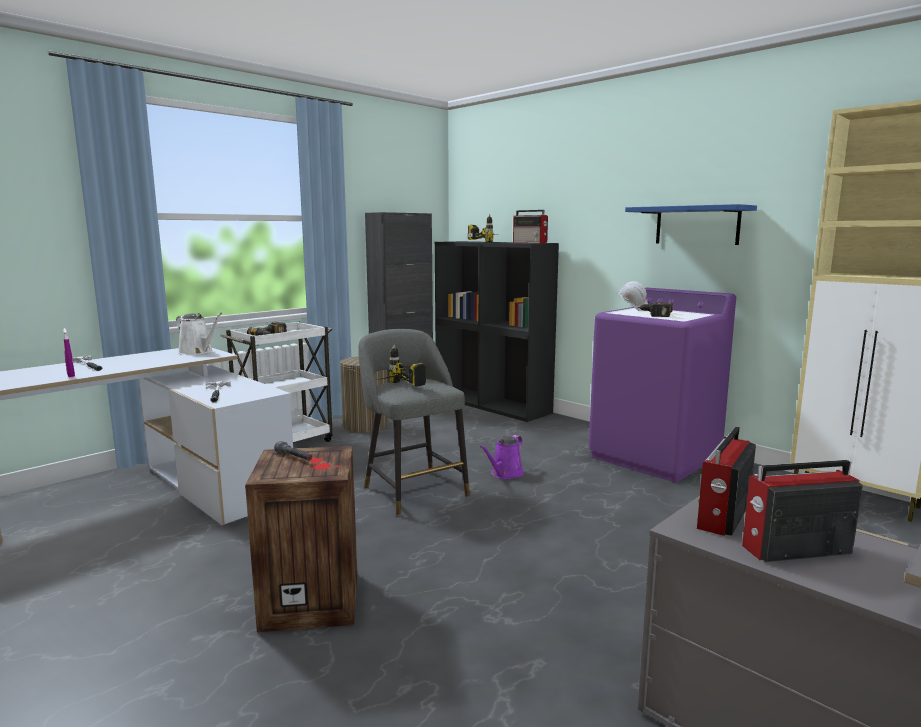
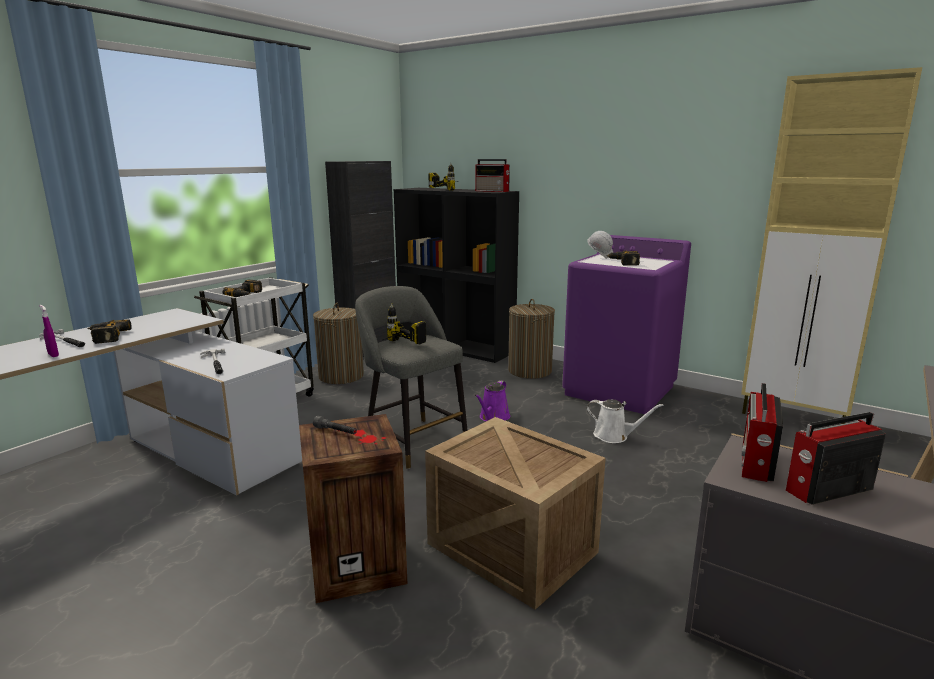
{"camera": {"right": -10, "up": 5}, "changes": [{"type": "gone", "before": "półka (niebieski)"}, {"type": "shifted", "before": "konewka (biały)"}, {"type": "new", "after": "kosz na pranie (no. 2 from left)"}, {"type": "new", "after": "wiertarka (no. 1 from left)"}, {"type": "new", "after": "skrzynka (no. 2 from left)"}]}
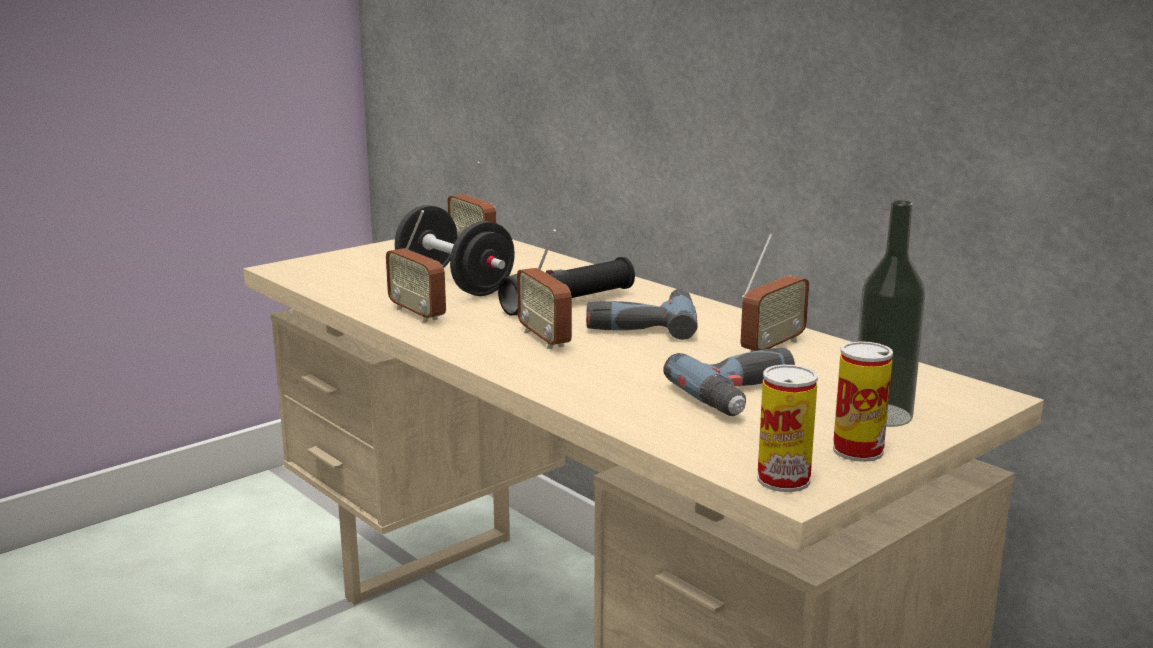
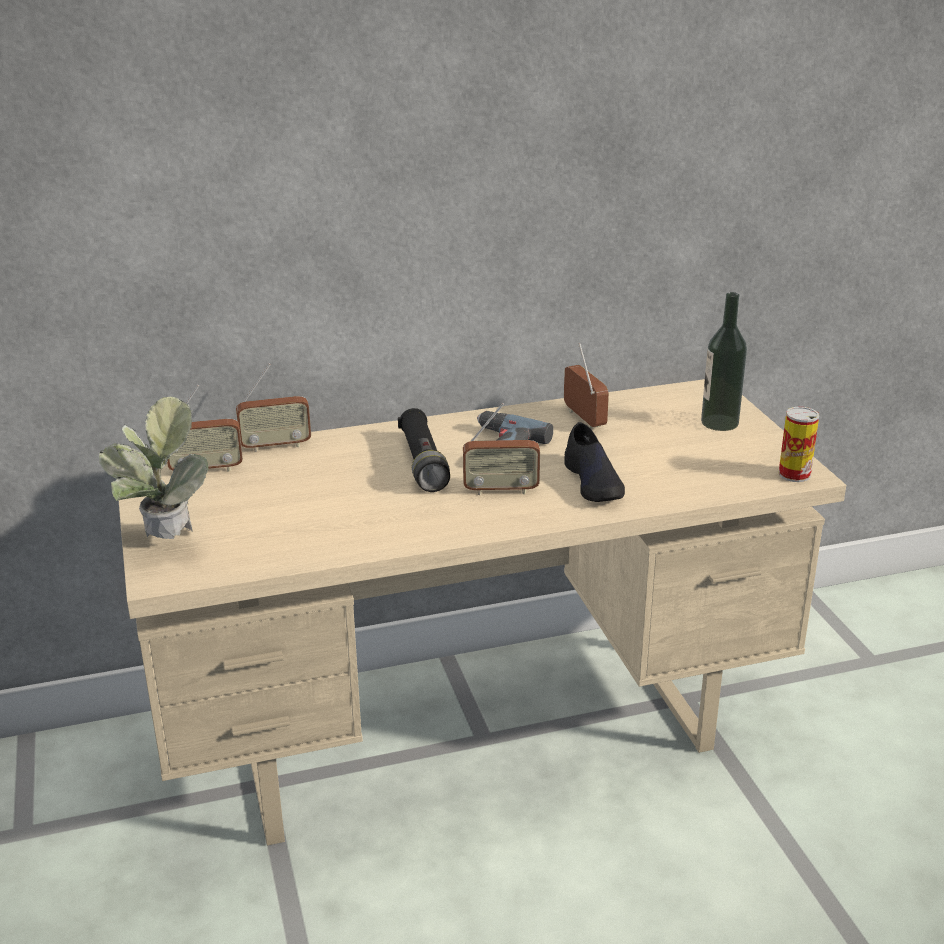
{"camera": {"right": -65, "up": 10}, "changes": [{"type": "gone", "before": "hantel (czarny)"}, {"type": "shifted", "before": "radio (no. 1 from left in the first image)", "after": "radio (no. 2 from left)"}, {"type": "gone", "before": "puszka (no. 2 from left)"}, {"type": "gone", "before": "wiertarka (no. 2 from left)"}, {"type": "new", "after": "roślina doniczkowa"}, {"type": "new", "after": "but (czarny)"}]}
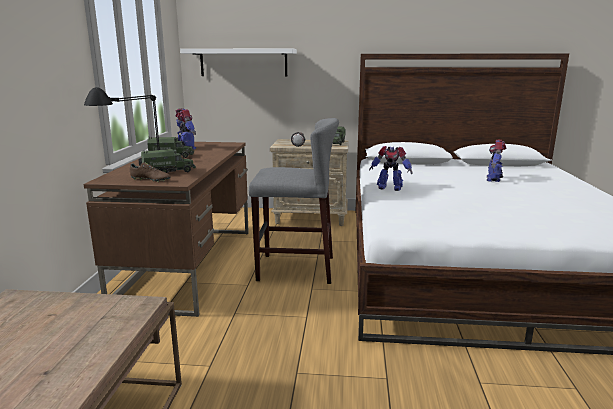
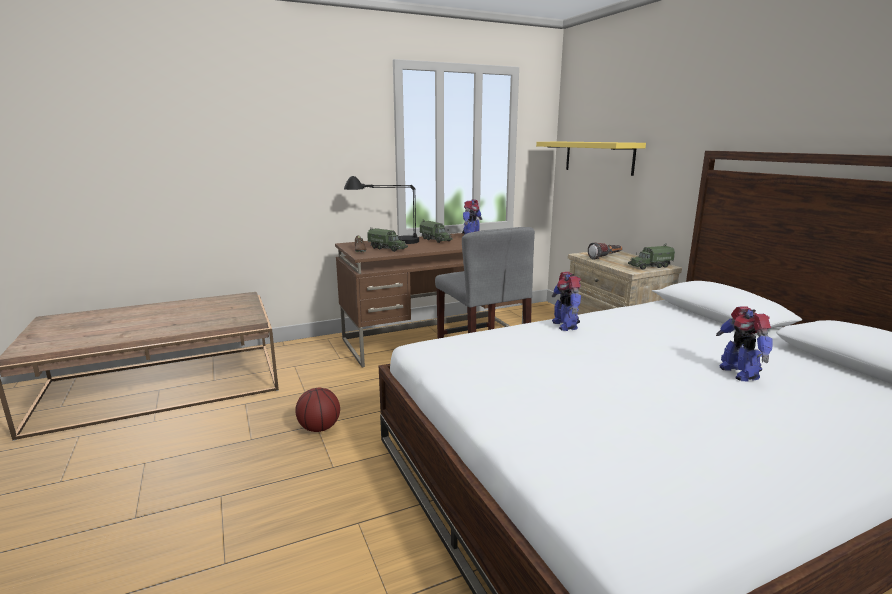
{"camera": {"right": 60, "up": 0}, "changes": [{"type": "repainted", "before": "półka (biały)", "after": "półka (żółty)"}, {"type": "rotated", "before": "robot zabawkowy (no. 3 from left)", "turn": -90}, {"type": "new", "after": "piłka do koszykówki"}]}
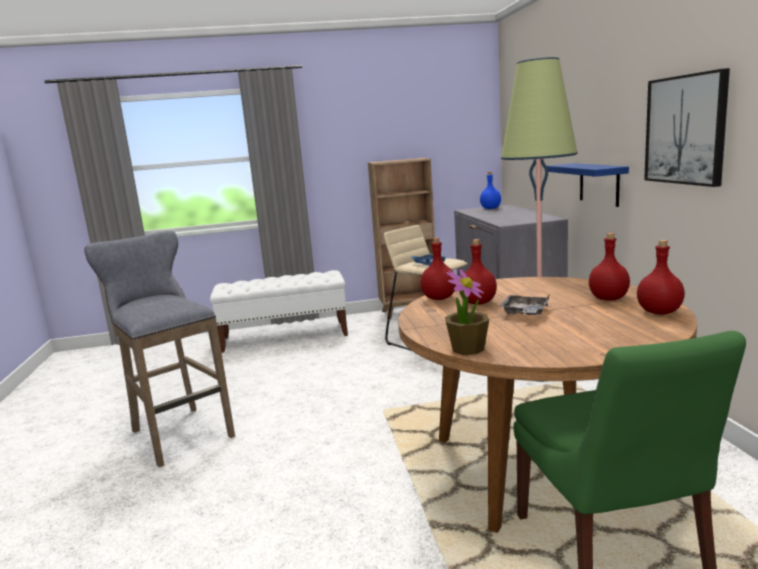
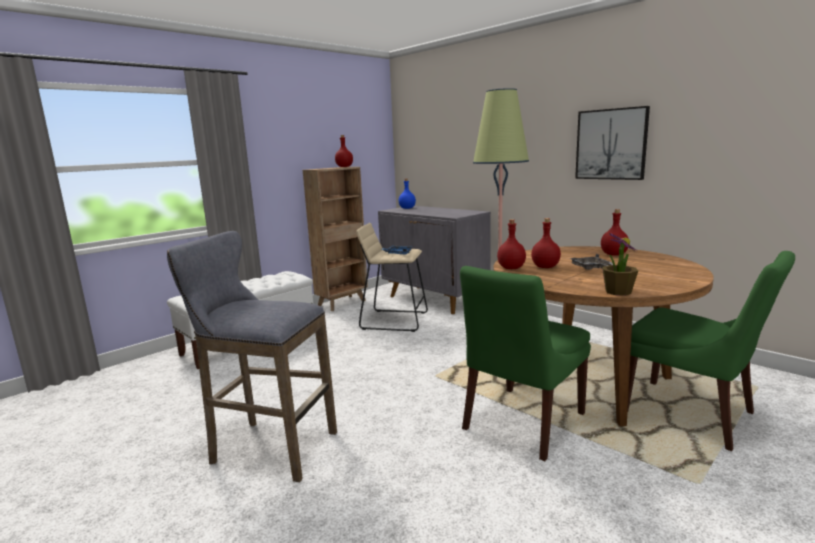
{"camera": {"right": -35, "up": 0}, "changes": [{"type": "gone", "before": "półka (niebieski)"}, {"type": "shifted", "before": "butelka (czerwony) (no. 4 from left in the first image)", "after": "butelka (czerwony) (no. 1 from left)"}, {"type": "new", "after": "krzesło (zielony) (no. 1 from left)"}]}
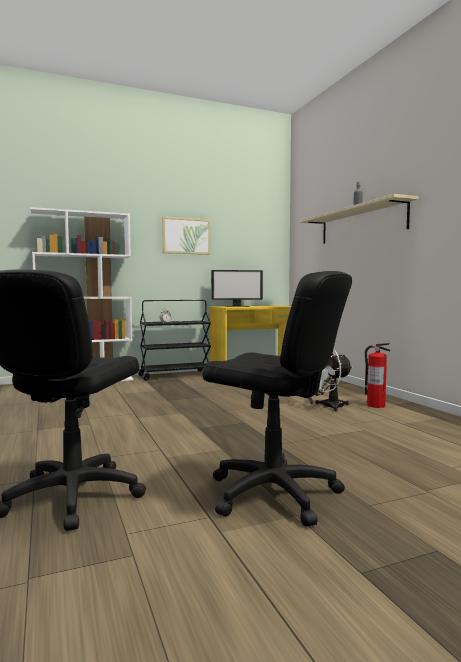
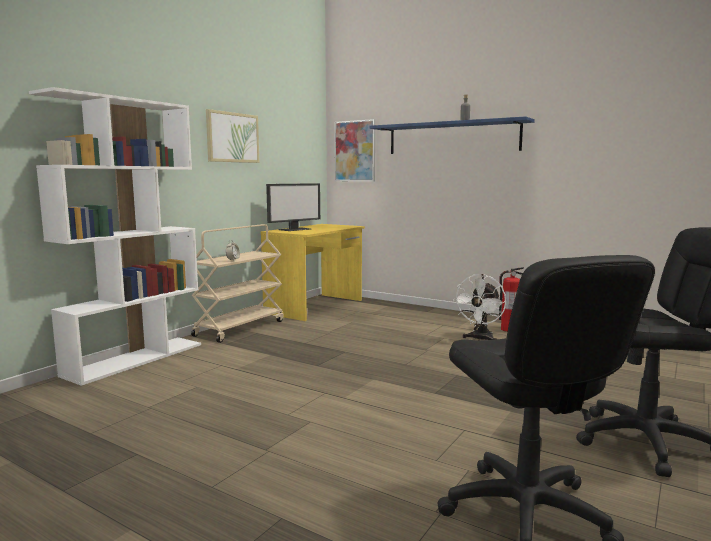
{"camera": {"right": -35, "up": 5}, "changes": [{"type": "repainted", "before": "półka (beżowy)", "after": "półka (niebieski)"}, {"type": "repainted", "before": "wózek (czarny)", "after": "wózek (beżowy)"}, {"type": "new", "after": "obraz (no. 2 from left)"}]}
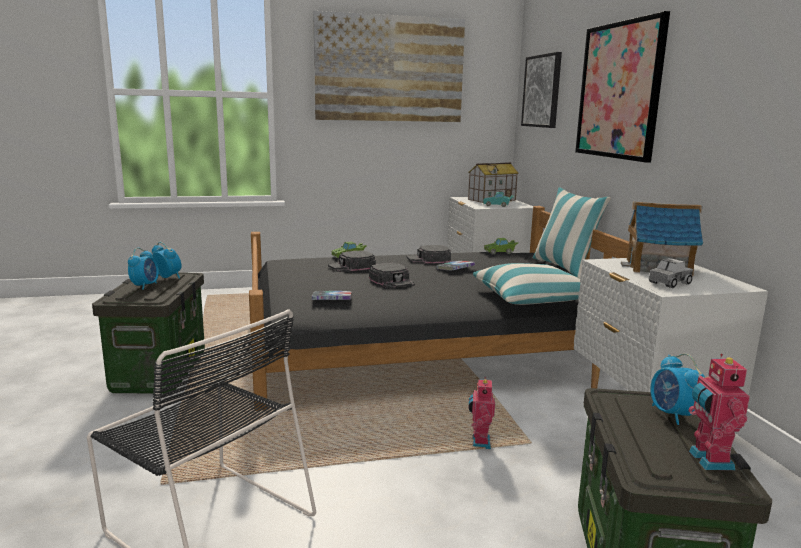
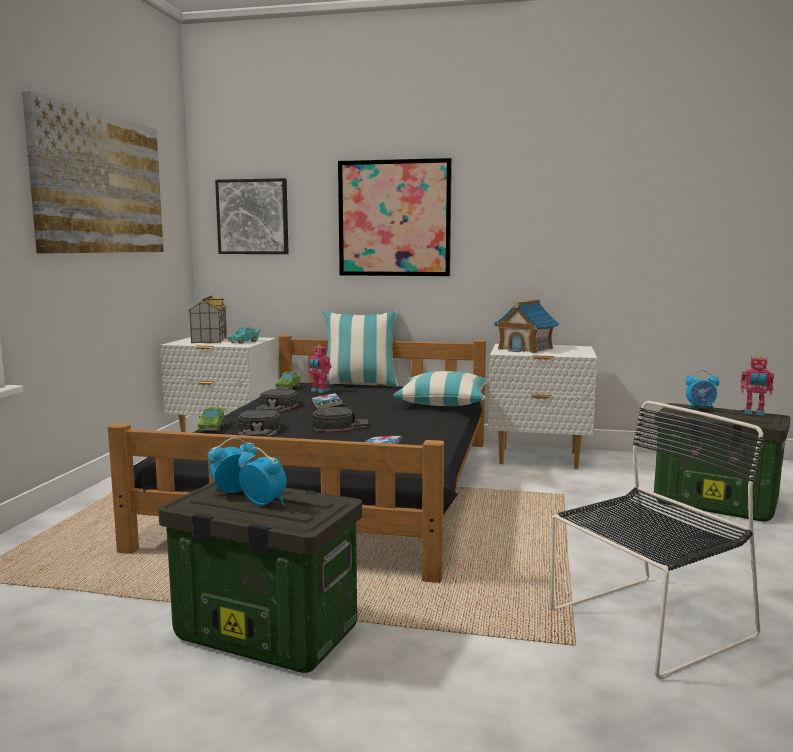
{"camera": {"right": -65, "up": -5}, "changes": [{"type": "gone", "before": "ciężarówka zabawkowa"}, {"type": "shifted", "before": "robot zabawkowy (no. 1 from left)"}]}
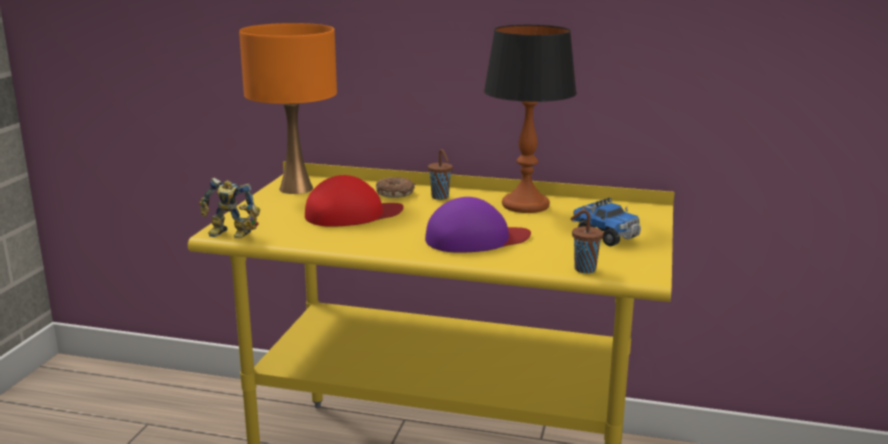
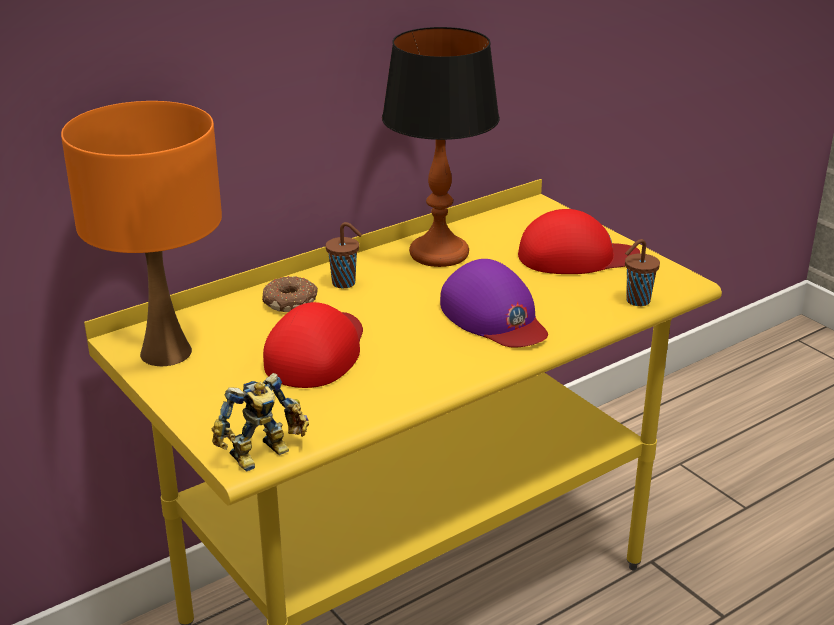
{"camera": {"right": -50, "up": 10}, "changes": [{"type": "rotated", "before": "czapka z daszkiem (fioletowy)", "turn": 120}, {"type": "swapped", "before": "ciężarówka zabawkowa", "after": "czapka z daszkiem (czerwony) (no. 2 from left)"}]}
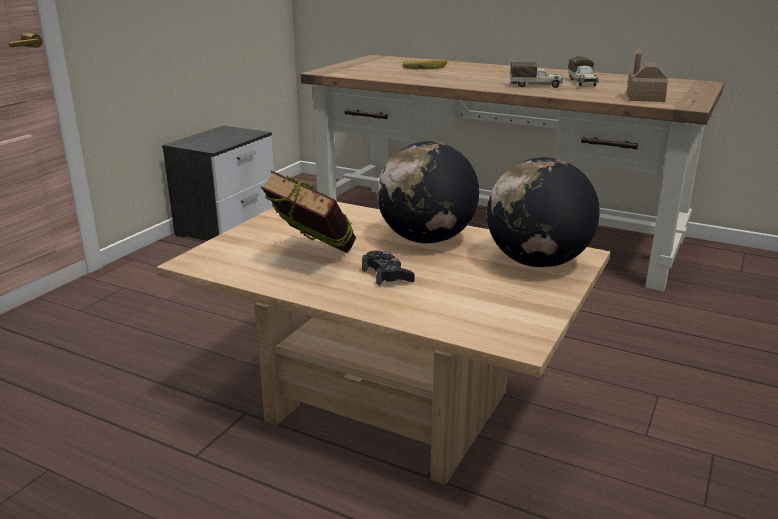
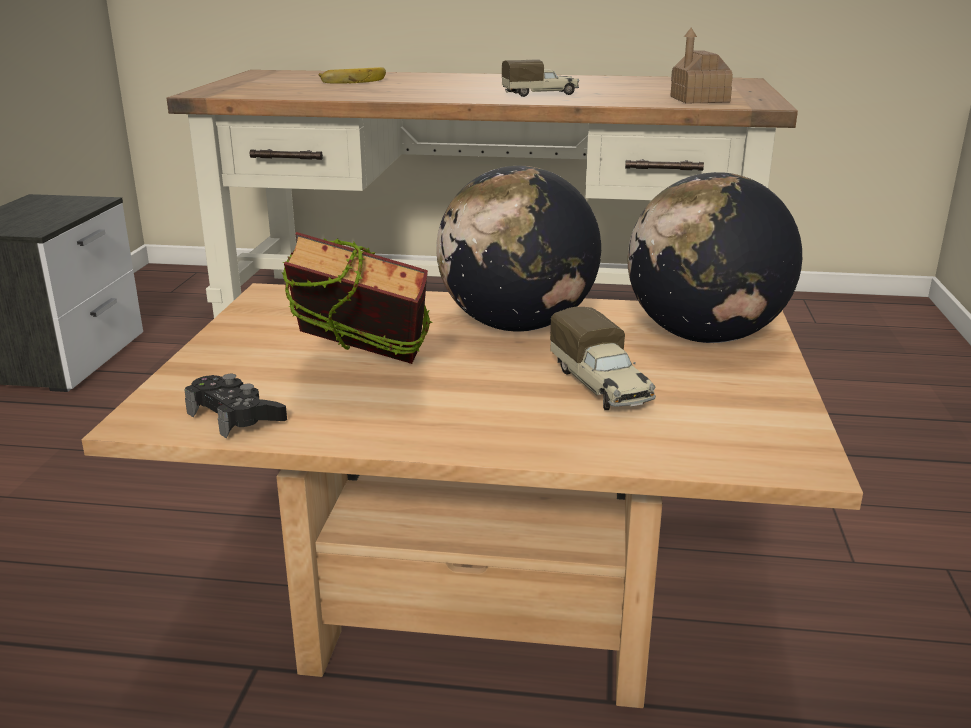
{"camera": {"right": -20, "up": 0}, "changes": [{"type": "shifted", "before": "ciężarówka zabawkowa (no. 2 from left)"}, {"type": "shifted", "before": "pad do gier (czarny)"}]}
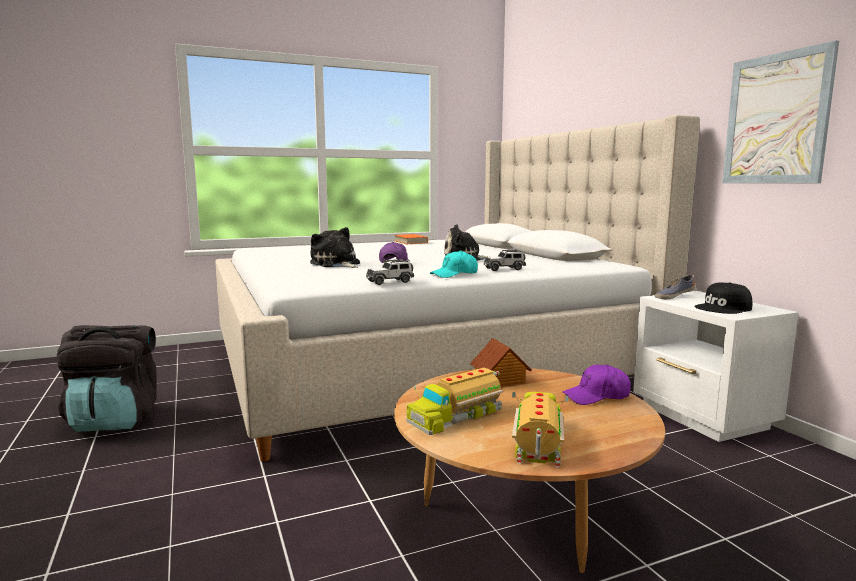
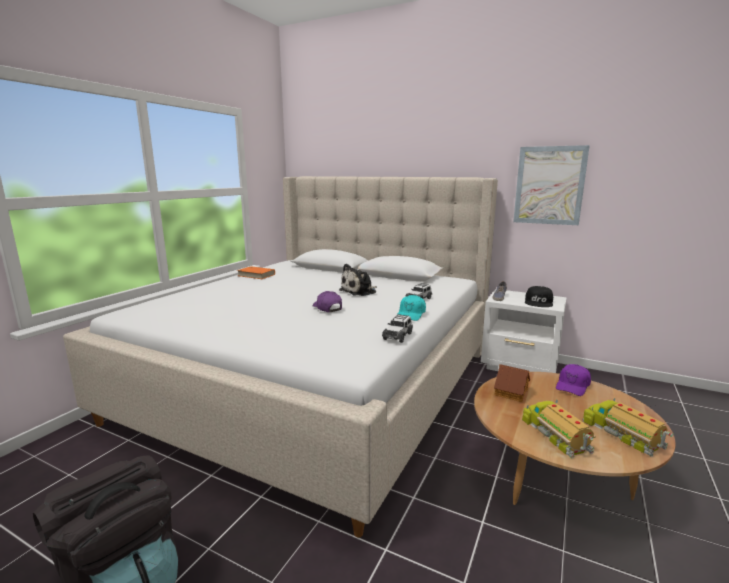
{"camera": {"right": -40, "up": 5}, "changes": [{"type": "gone", "before": "pluszak (no. 1 from left)"}, {"type": "rotated", "before": "ciężarówka zabawkowa (no. 1 from left)", "turn": 150}]}
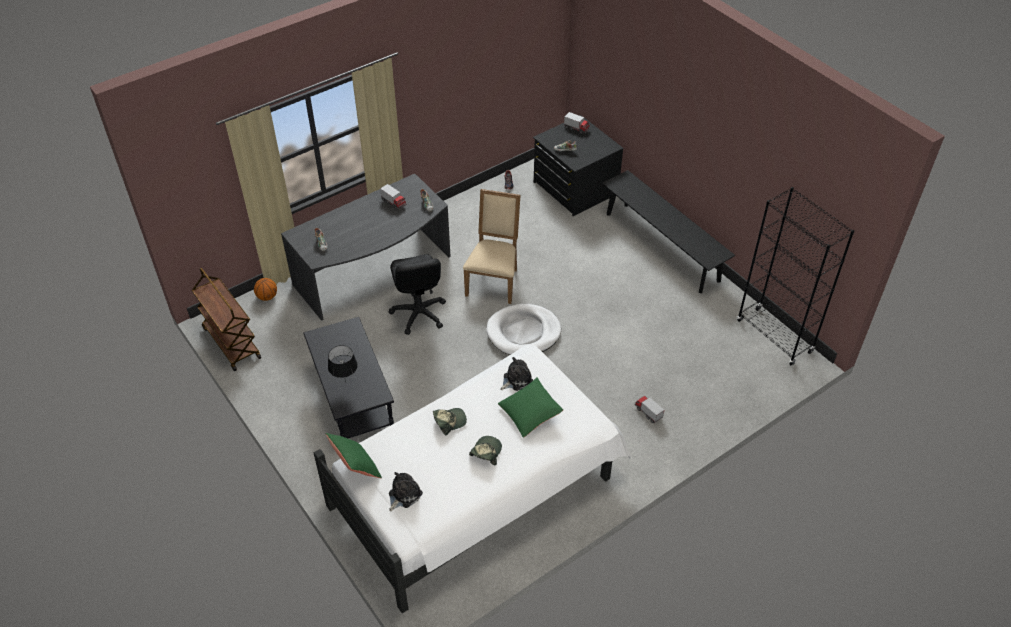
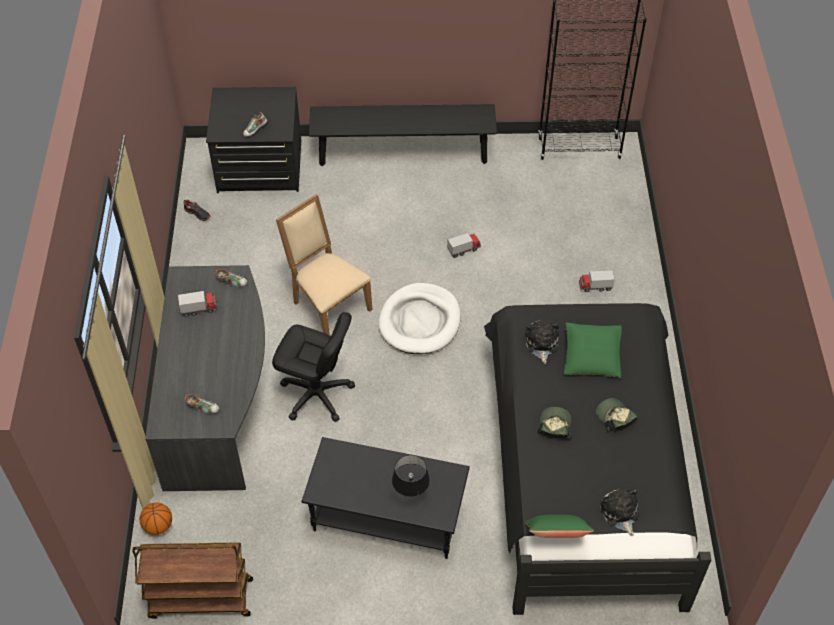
{"camera": {"right": -55, "up": 5}, "changes": [{"type": "shifted", "before": "ciężarówka zabawkowa (no. 2 from left)"}, {"type": "repainted", "before": "łóżko (biały)", "after": "łóżko (czarny)"}]}
